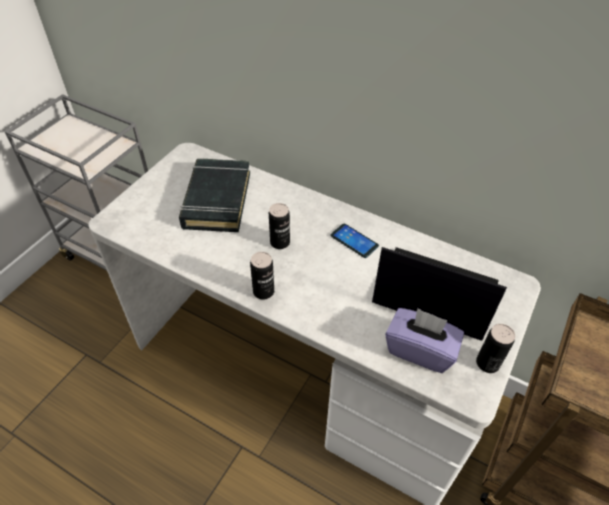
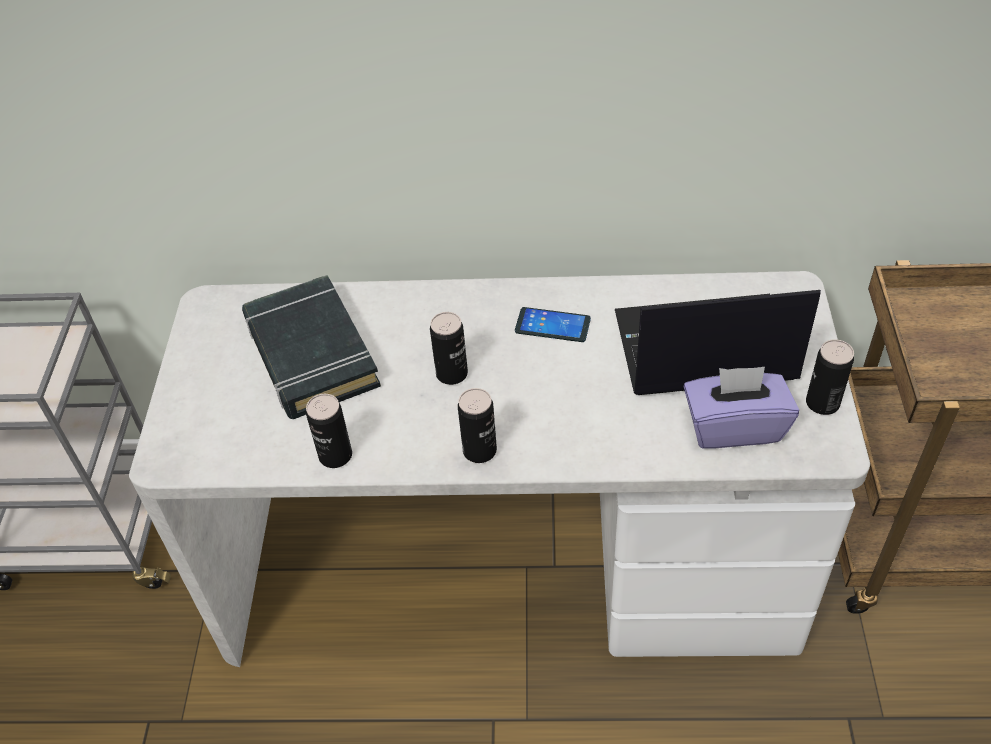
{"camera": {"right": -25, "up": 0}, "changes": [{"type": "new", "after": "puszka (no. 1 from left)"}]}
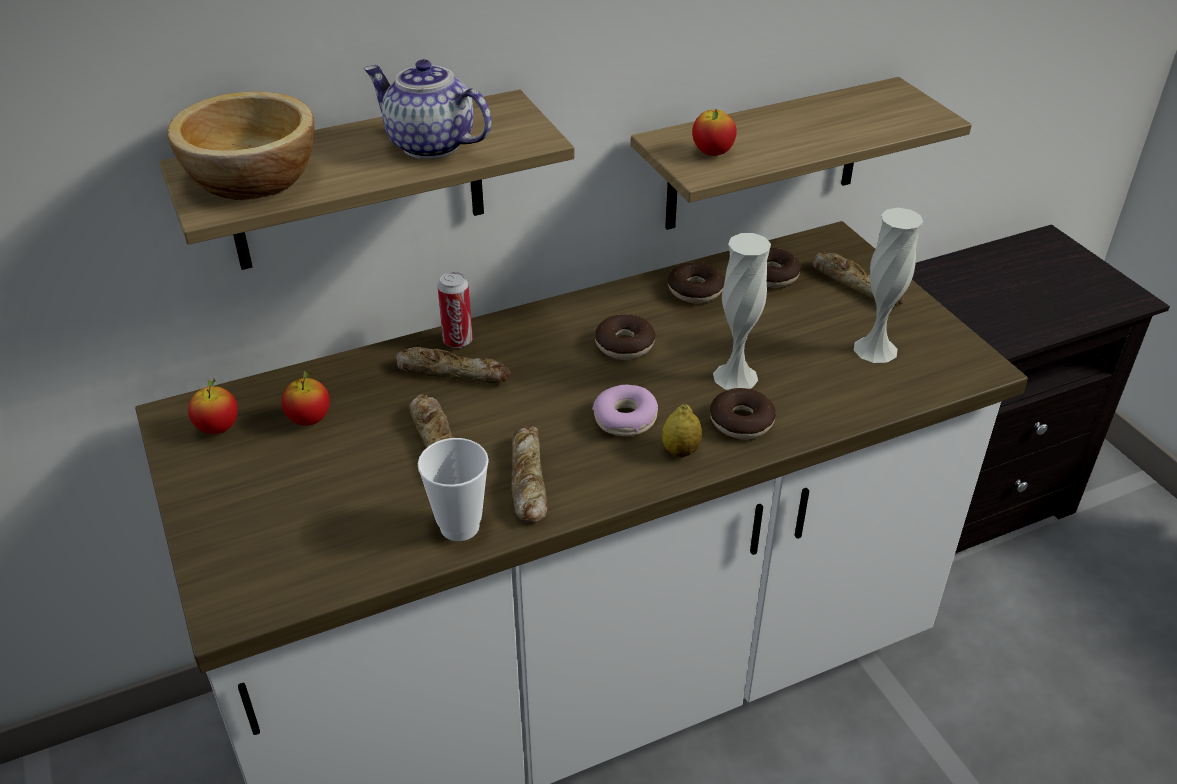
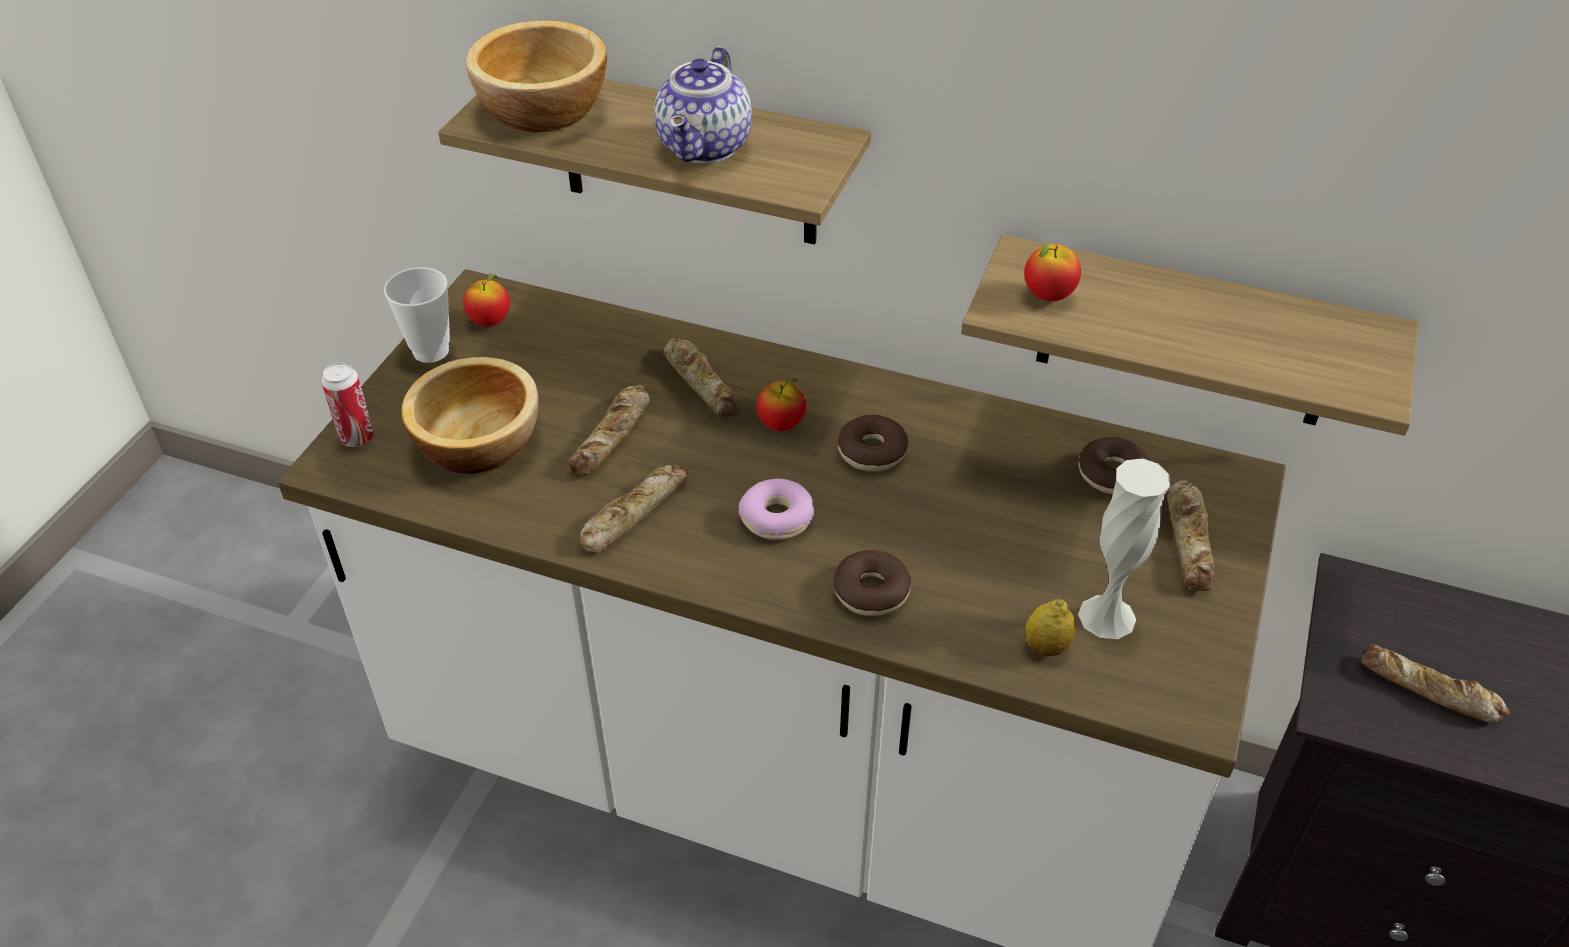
{"camera": {"right": 45, "up": 5}, "changes": [{"type": "rotated", "before": "imbryk", "turn": -150}, {"type": "gone", "before": "wazon (biały) (no. 1 from left)"}, {"type": "gone", "before": "donut (no. 3 from left)"}, {"type": "shifted", "before": "puszka"}, {"type": "shifted", "before": "jabłko (no. 2 from left)"}, {"type": "shifted", "before": "cytryna"}, {"type": "shifted", "before": "filiżanka"}, {"type": "new", "after": "miska (no. 1 from left)"}, {"type": "new", "after": "chleb (no. 5 from left)"}]}
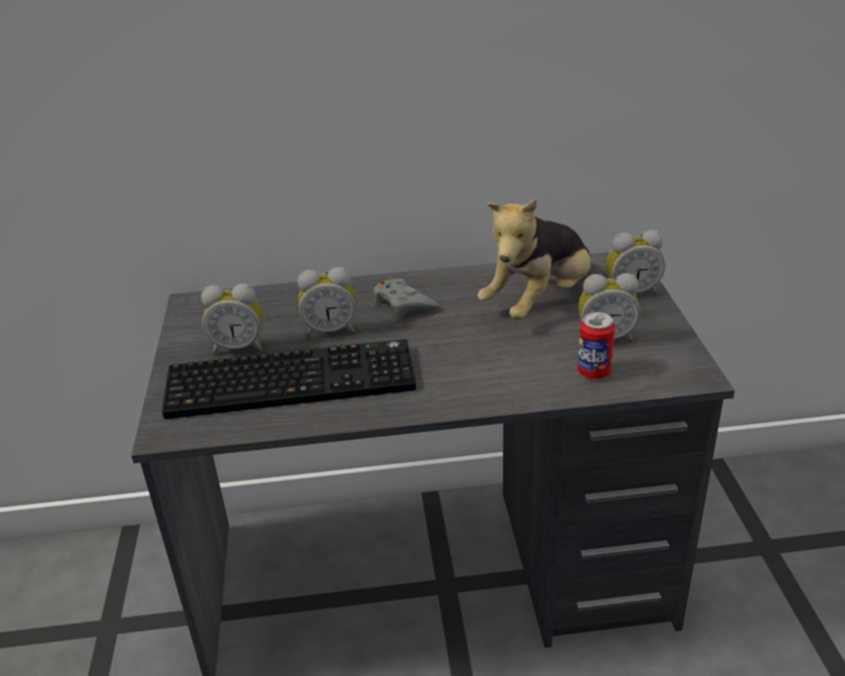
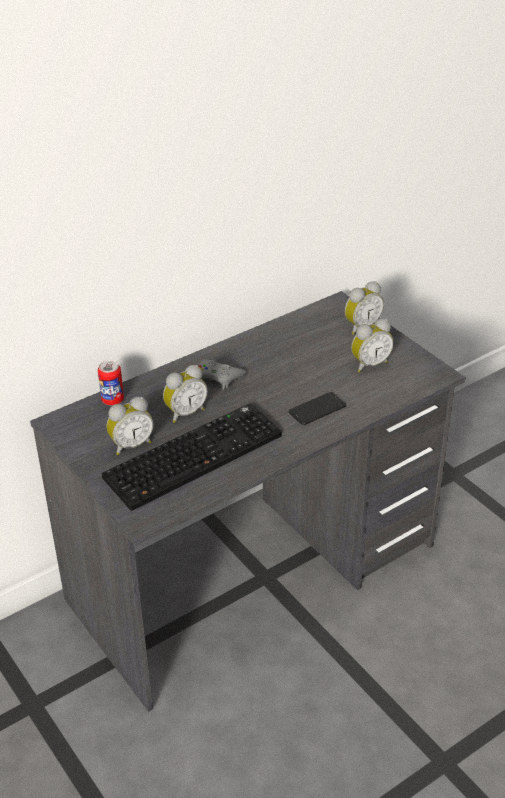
{"camera": {"right": -30, "up": 5}, "changes": [{"type": "gone", "before": "pluszak"}, {"type": "shifted", "before": "puszka"}, {"type": "new", "after": "telefon"}]}
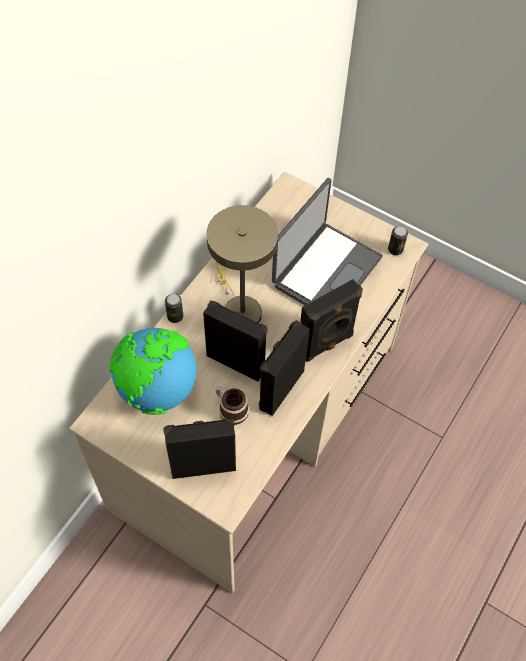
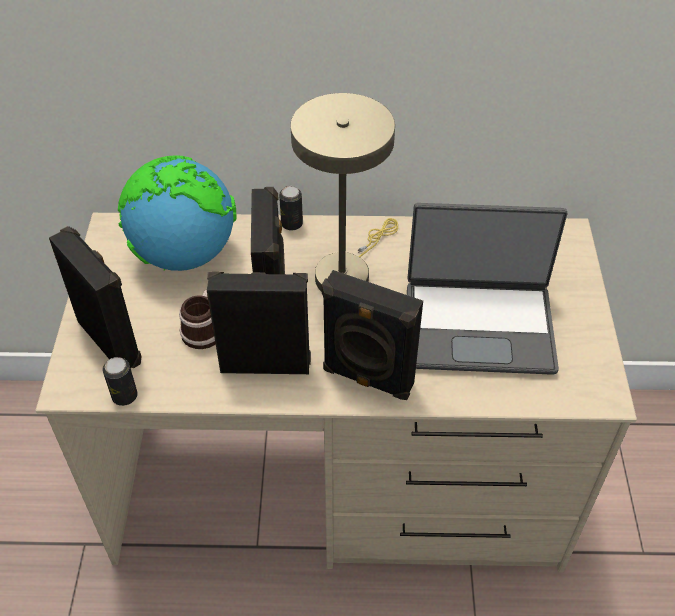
{"camera": {"right": 60, "up": -10}, "changes": [{"type": "shifted", "before": "puszka (no. 2 from left in the first image)", "after": "puszka (no. 1 from left)"}]}
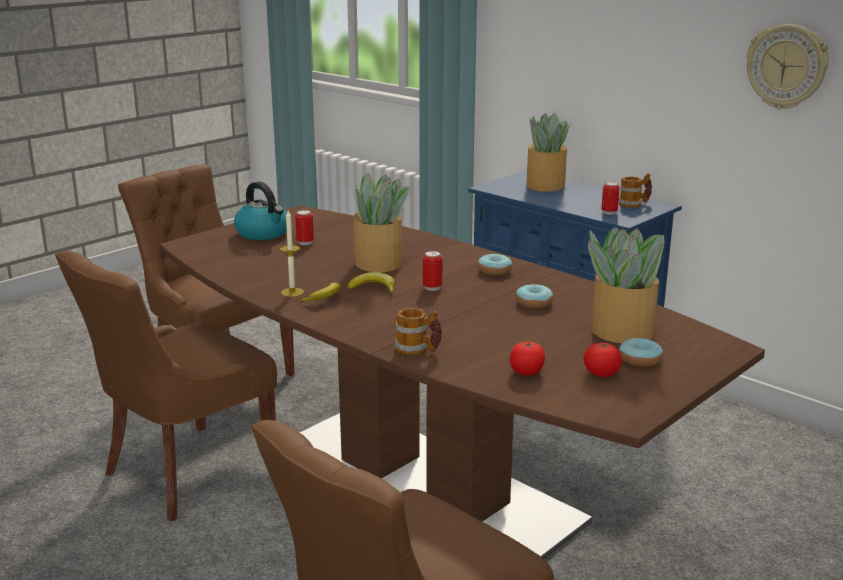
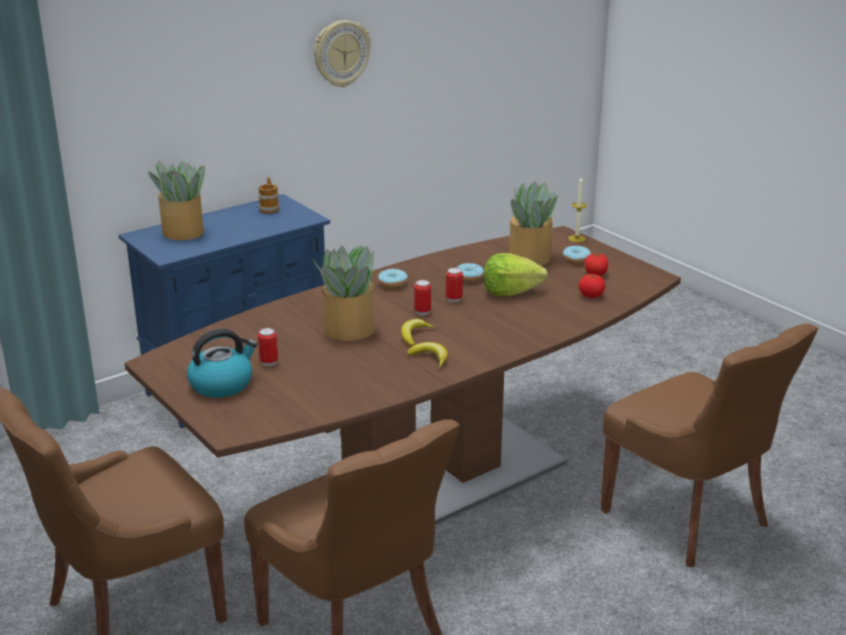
{"camera": {"right": -80, "up": 5}, "changes": [{"type": "shifted", "before": "puszka (no. 3 from left)"}, {"type": "shifted", "before": "świeca"}, {"type": "gone", "before": "kubek (no. 1 from left)"}, {"type": "new", "after": "sałata"}]}
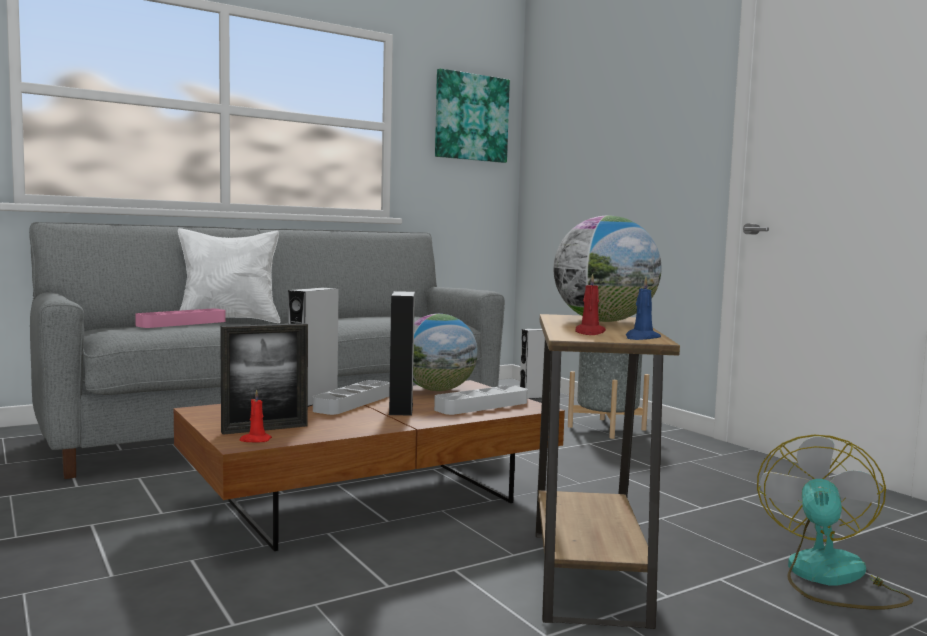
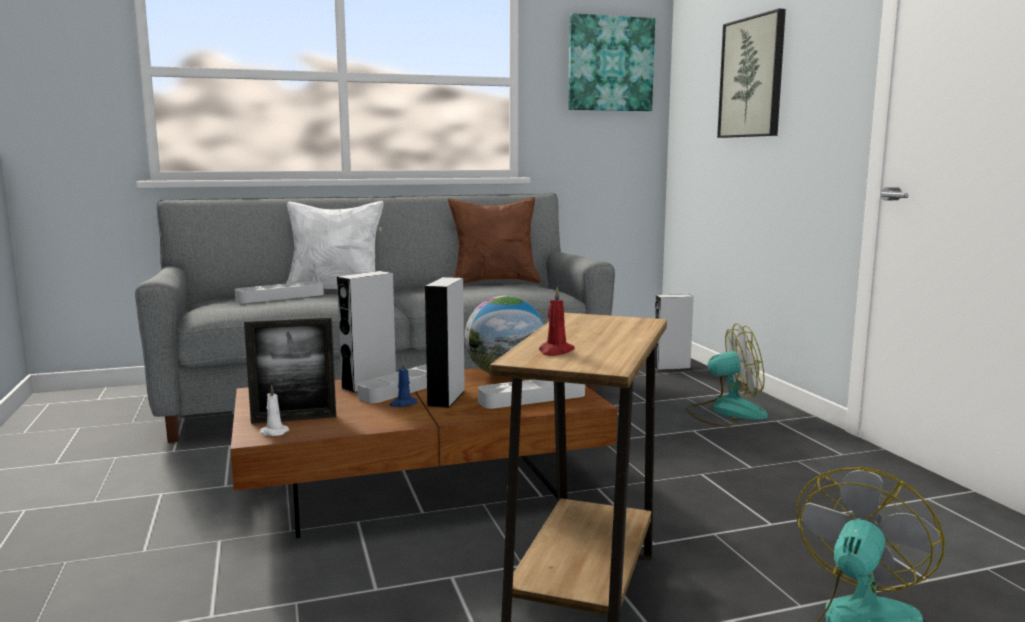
{"camera": {"right": 15, "up": 5}, "changes": [{"type": "gone", "before": "globus (no. 2 from left)"}, {"type": "shifted", "before": "świeca (niebieski)"}, {"type": "repainted", "before": "taca (różowy)", "after": "taca (szary) (no. 1 from left)"}, {"type": "swapped", "before": "donica (szary)", "after": "wentylator (no. 1 from left)"}, {"type": "repainted", "before": "świeca (czerwony) (no. 1 from left)", "after": "świeca (biały)"}, {"type": "new", "after": "obraz (no. 2 from left)"}, {"type": "new", "after": "poduszka (brązowy)"}]}
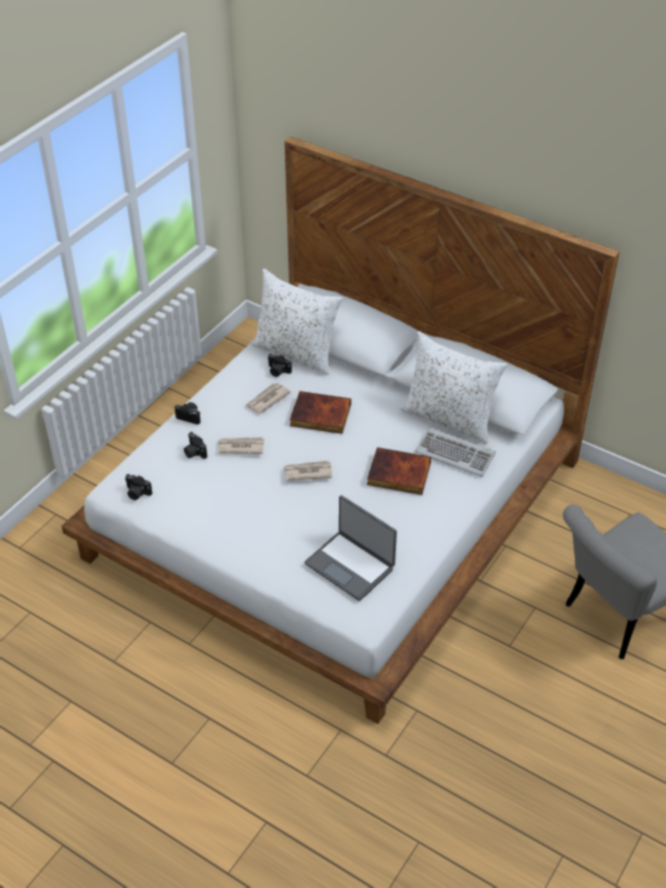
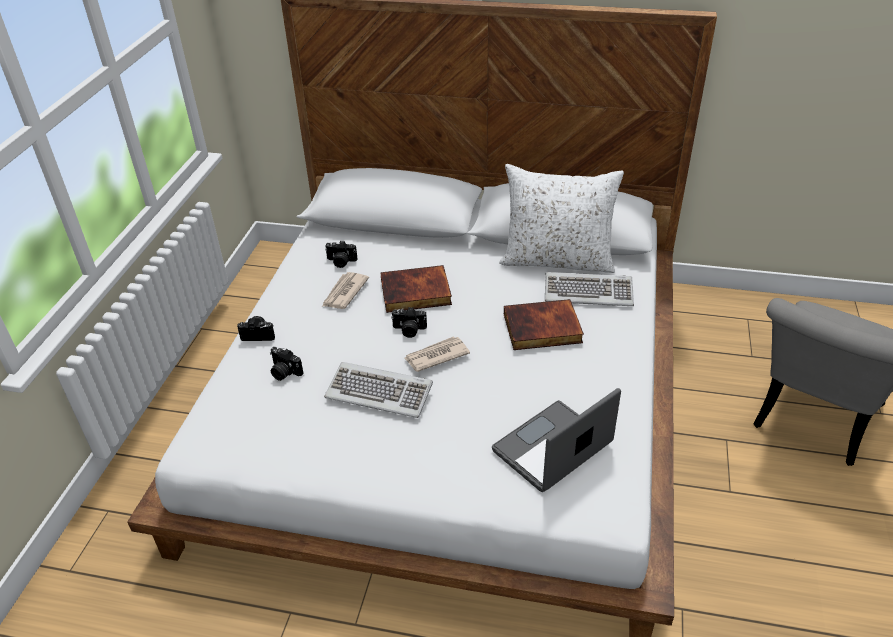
{"camera": {"right": -20, "up": -5}, "changes": [{"type": "gone", "before": "poduszka (biały) (no. 1 from left)"}, {"type": "gone", "before": "gazeta (no. 1 from left)"}, {"type": "shifted", "before": "aparat fotograficzny (no. 1 from left in the first image)", "after": "aparat fotograficzny (no. 4 from left)"}, {"type": "rotated", "before": "laptop", "turn": 120}, {"type": "new", "after": "klawiatura (no. 1 from left)"}]}
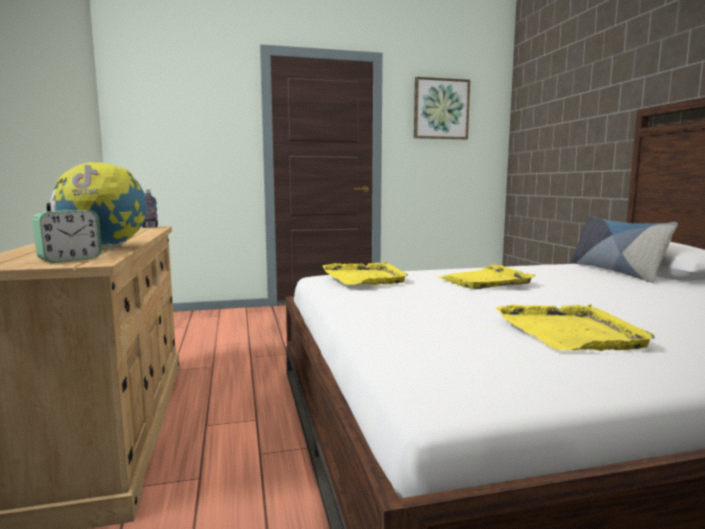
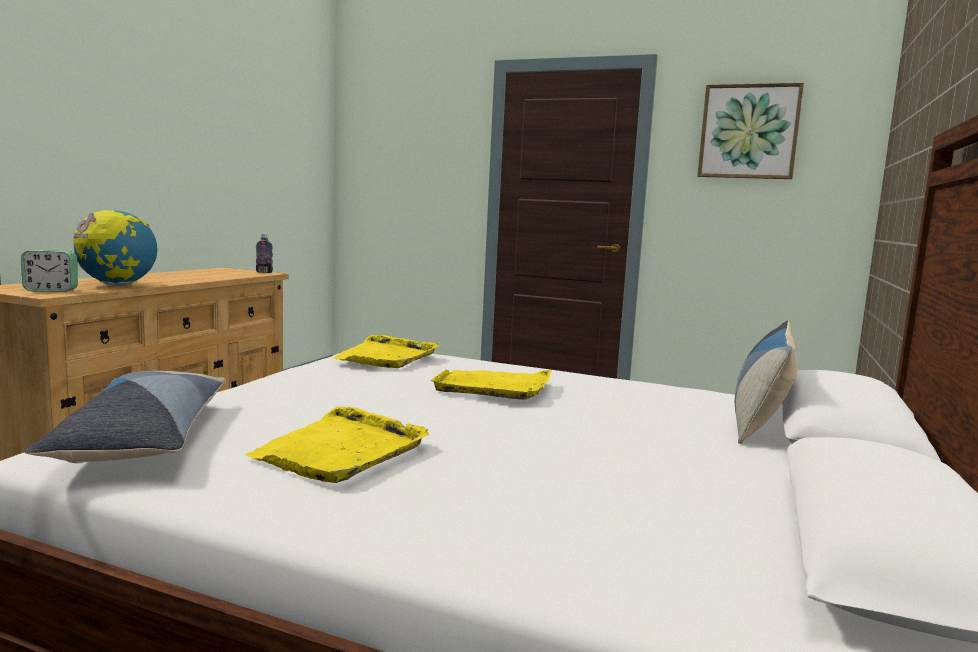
{"camera": {"right": 35, "up": 0}, "changes": [{"type": "new", "after": "poduszka (no. 1 from left)"}]}
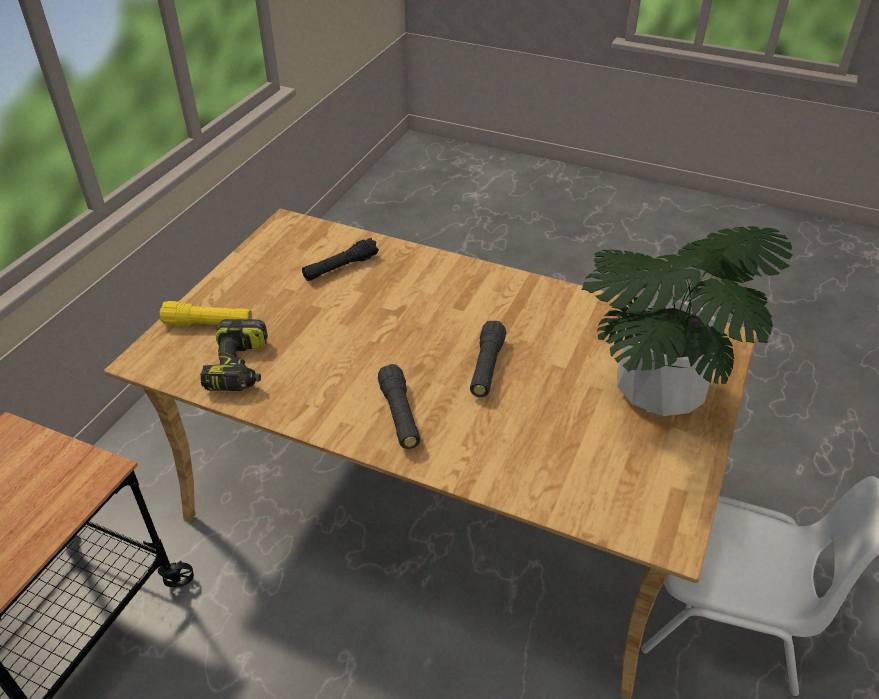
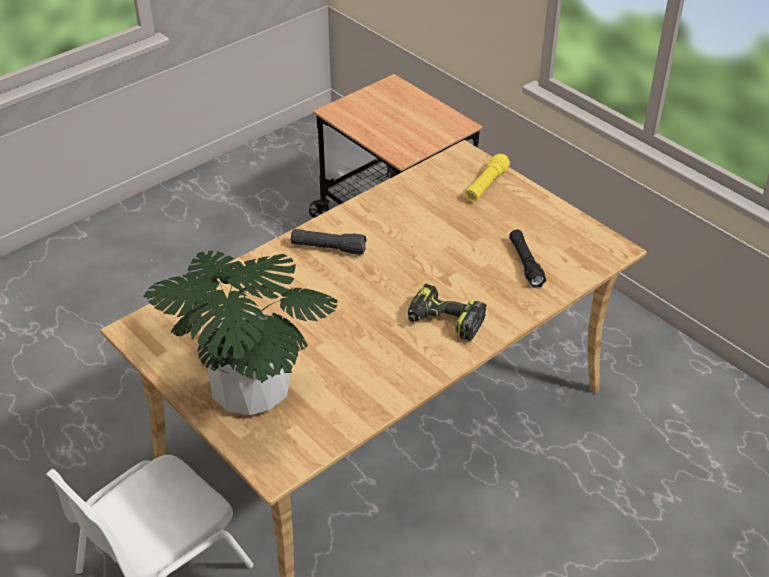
{"camera": {"right": 115, "up": 0}, "changes": [{"type": "shifted", "before": "wiertarka"}, {"type": "gone", "before": "latarka (czarny) (no. 3 from left)"}]}
